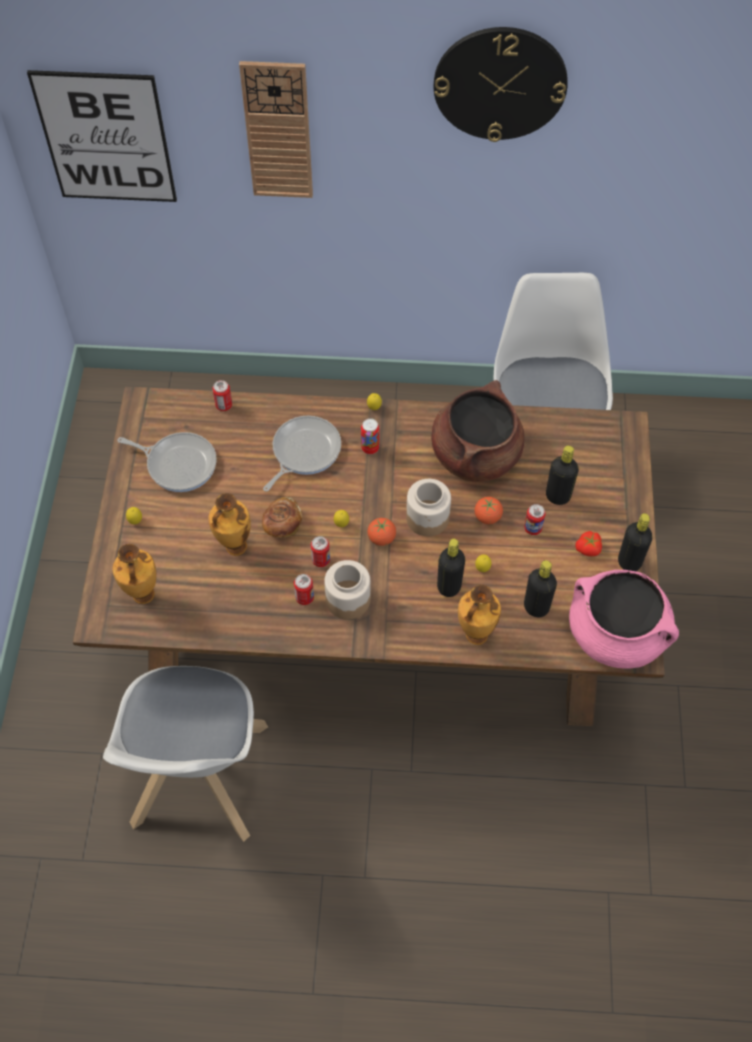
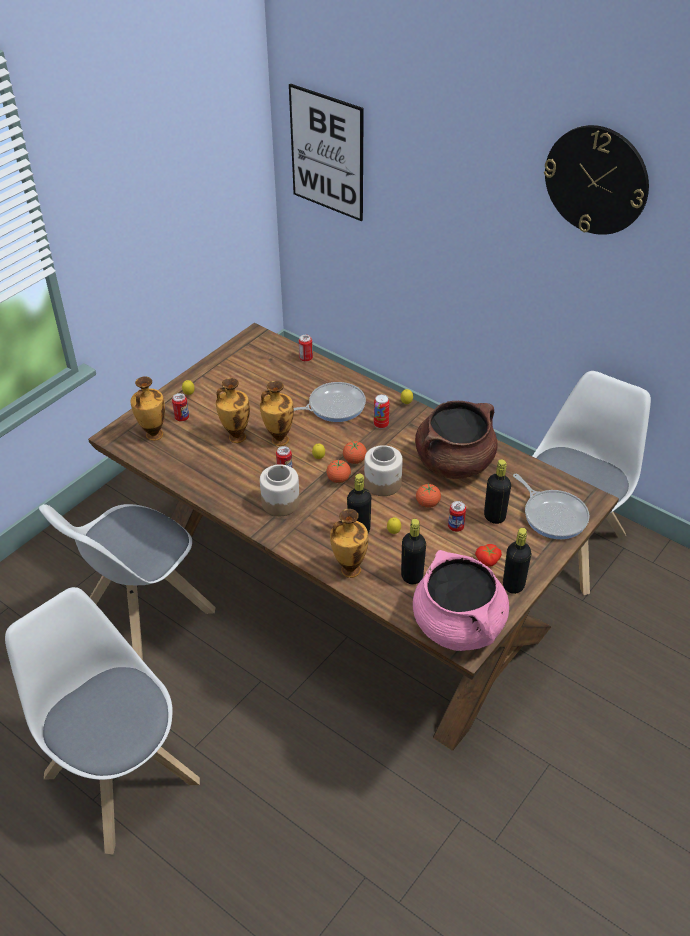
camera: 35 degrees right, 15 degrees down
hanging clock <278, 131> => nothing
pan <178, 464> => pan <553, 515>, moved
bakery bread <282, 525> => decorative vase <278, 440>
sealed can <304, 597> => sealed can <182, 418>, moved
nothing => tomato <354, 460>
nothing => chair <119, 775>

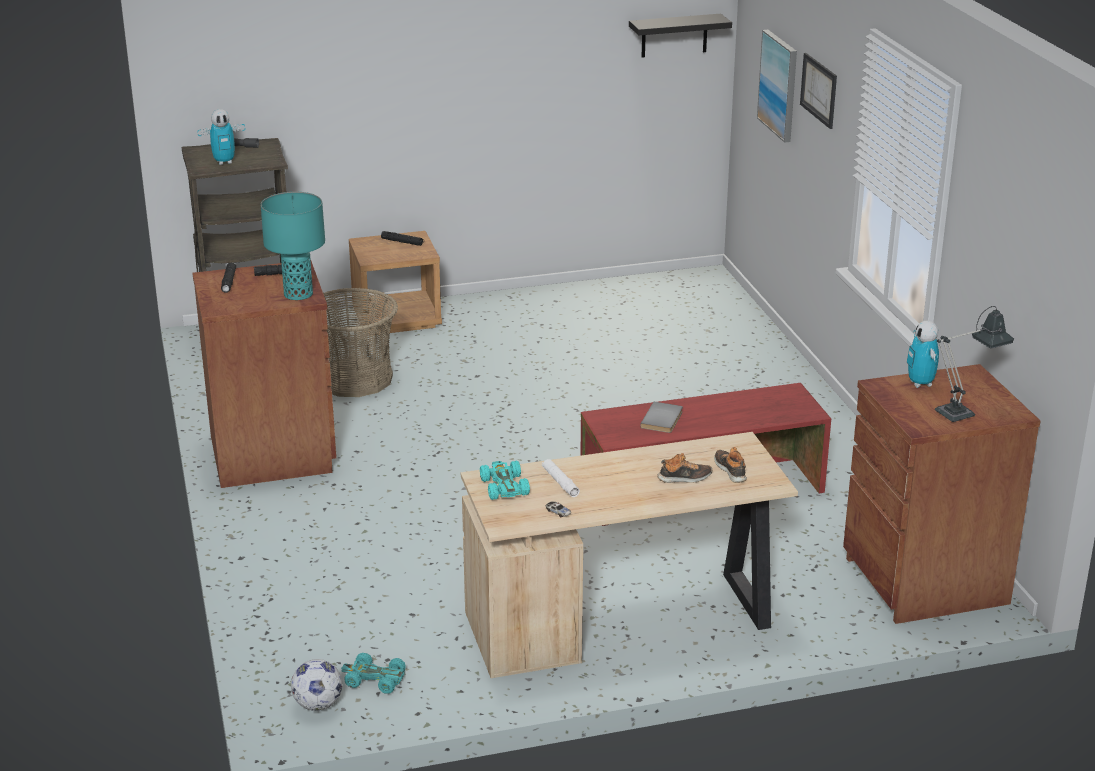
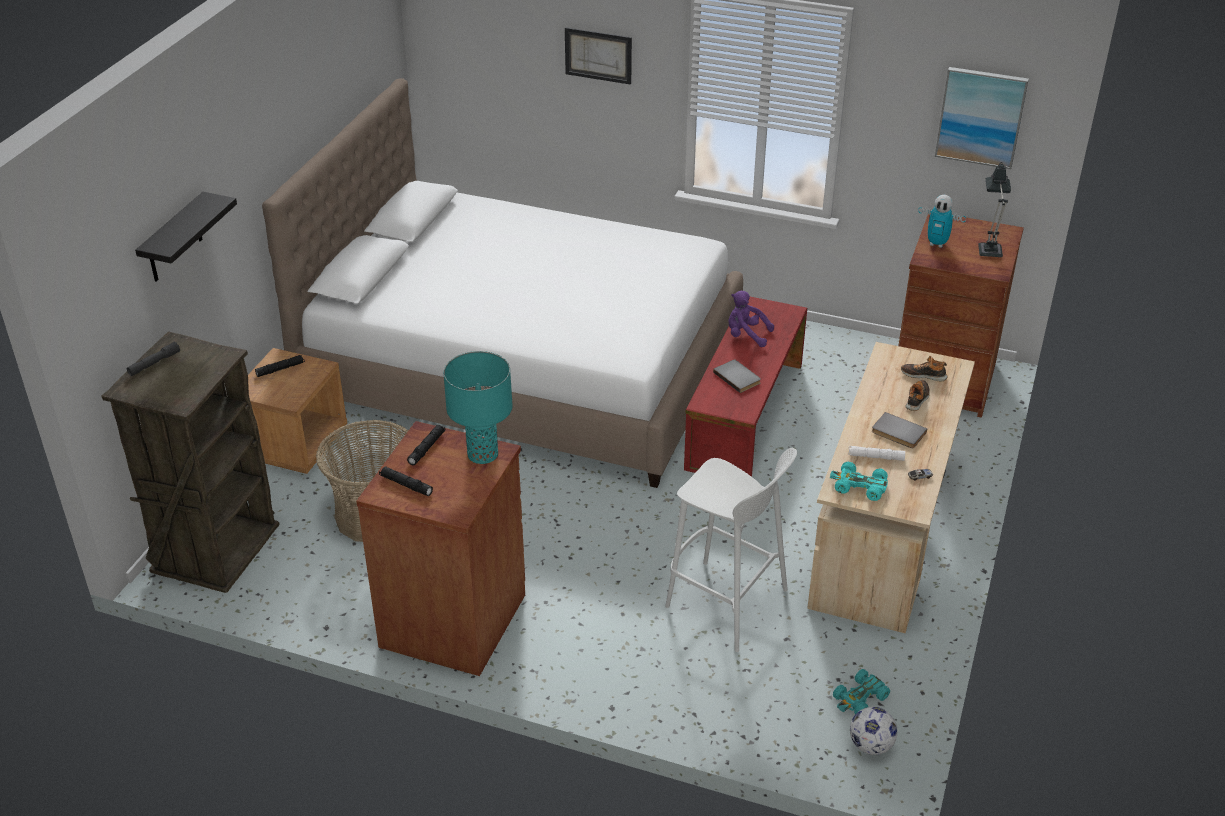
camera: 55 degrees left, 10 degrees up
black bracket shelf <674, 35> => black bracket shelf <174, 240>, moved
picture <779, 85> => picture <981, 117>, moved
toy robot <224, 162> => nothing
nothing => whitish sleeping bed <522, 366>
nothing => purple soft toy <746, 335>
nothing => grey bound book <898, 433>
nothing => whitish sitting stool <726, 603>

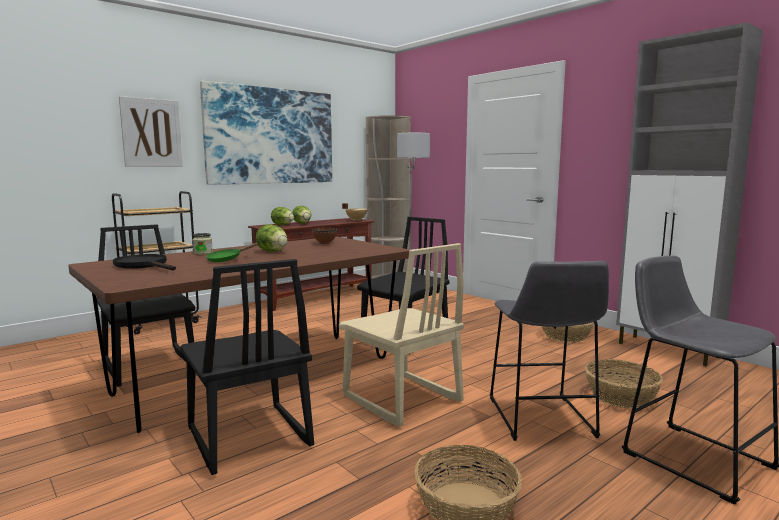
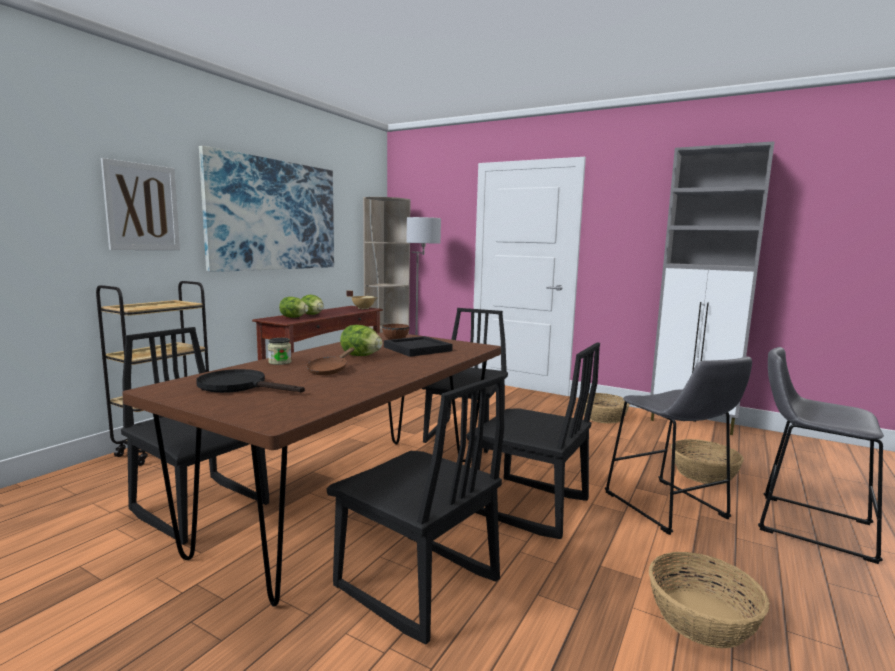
camera: 20 degrees left, 0 degrees up
green-coloured pan <227, 259> => brownish pan <329, 370>
beige chair <401, 400> => black chair <529, 507>
nothing => black carrying tray <417, 349>

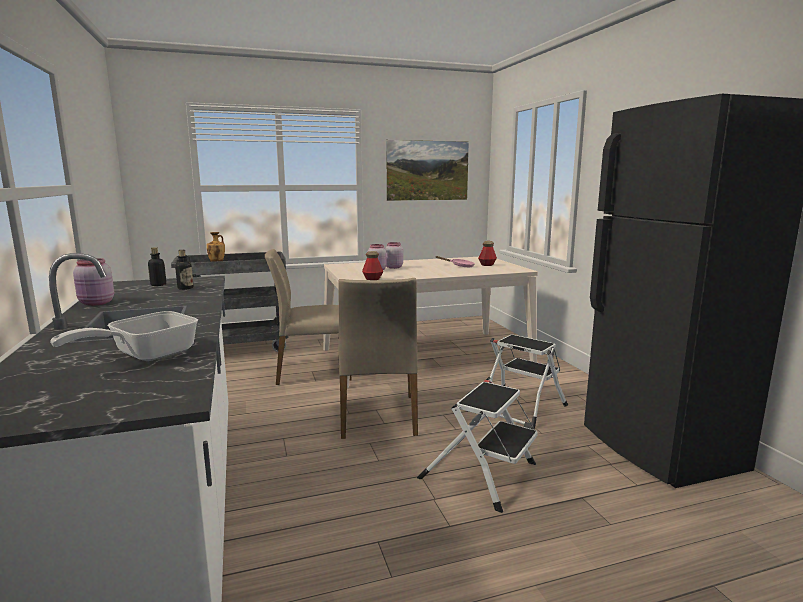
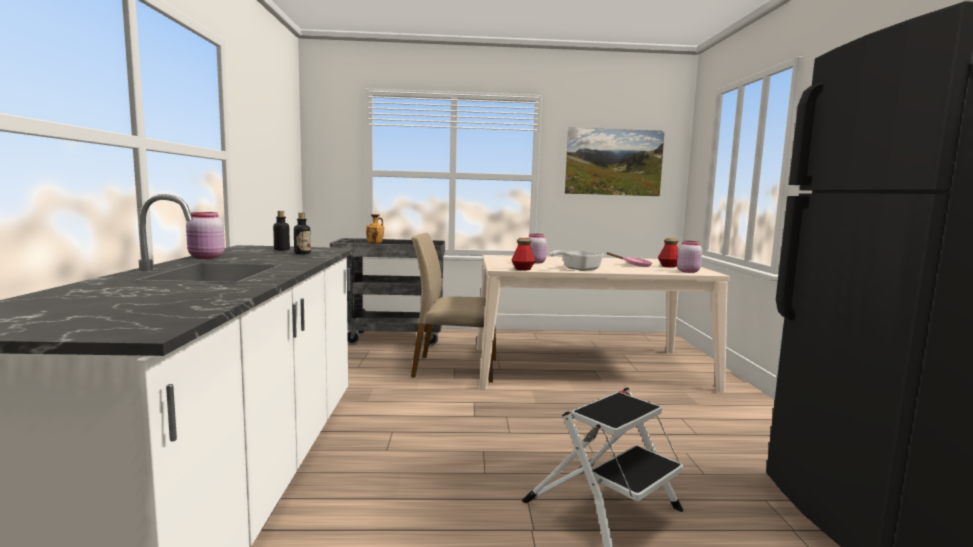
camera: 15 degrees right, 5 degrees down
pinkish jar <393, 267> => pinkish jar <687, 271>, moved
beige chair <378, 416> => nothing
pan <145, 355> => pan <577, 269>, moved
step stool <519, 406> => nothing

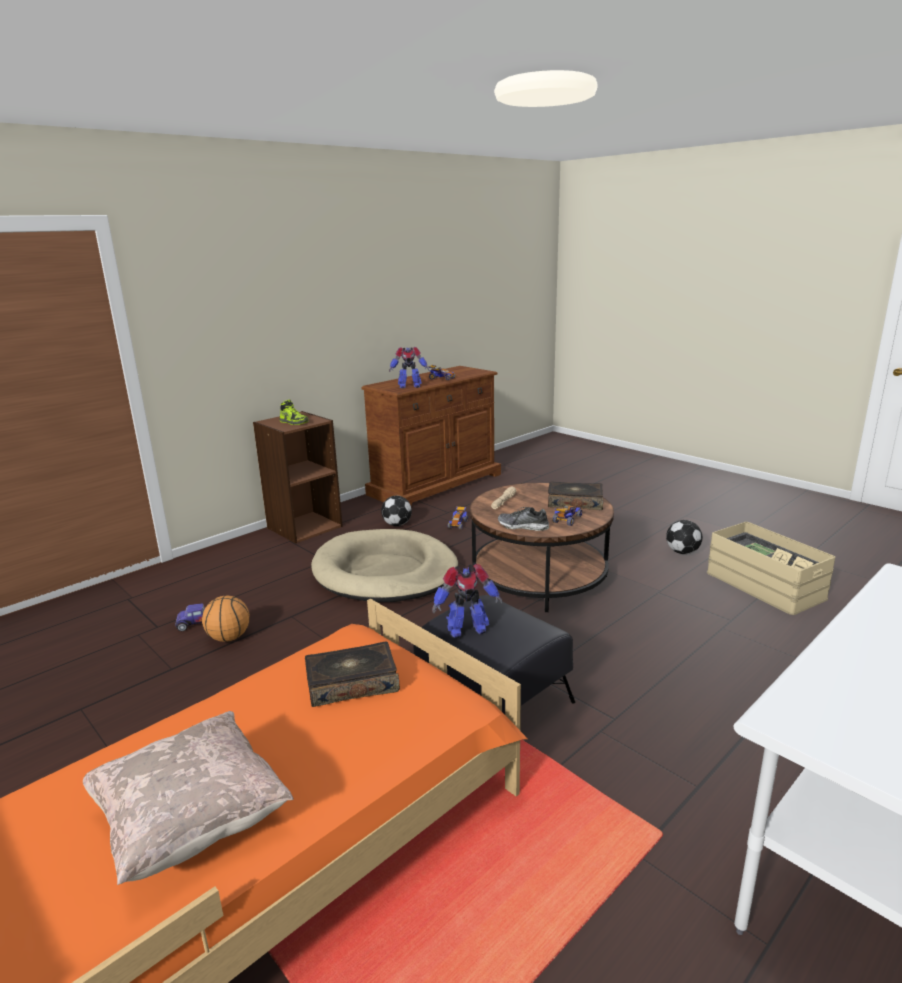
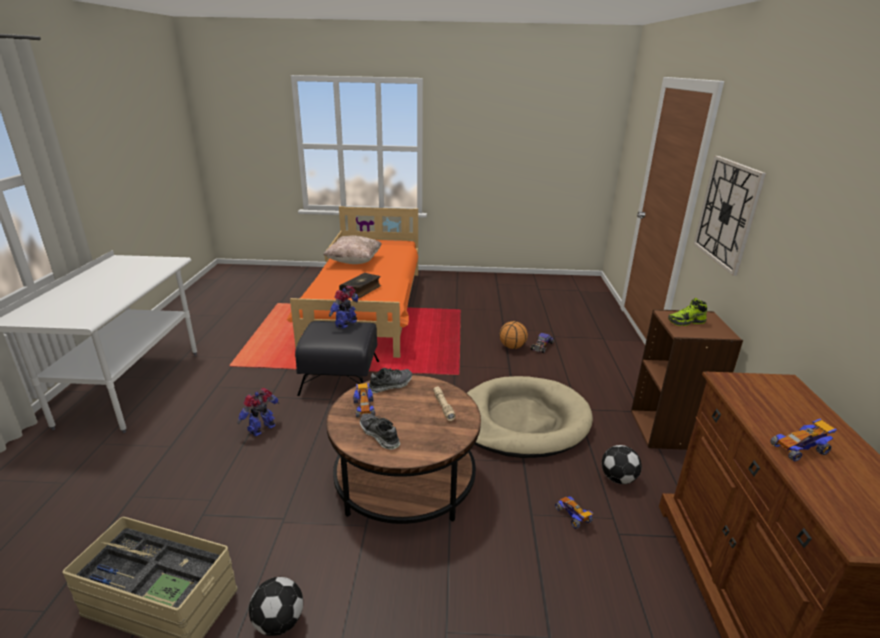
camera: 135 degrees right, 5 degrees up
toy robot <409, 386> => toy robot <263, 429>, moved
bound book <575, 503> => low shoe <379, 435>
nothing => hanging clock <727, 213>

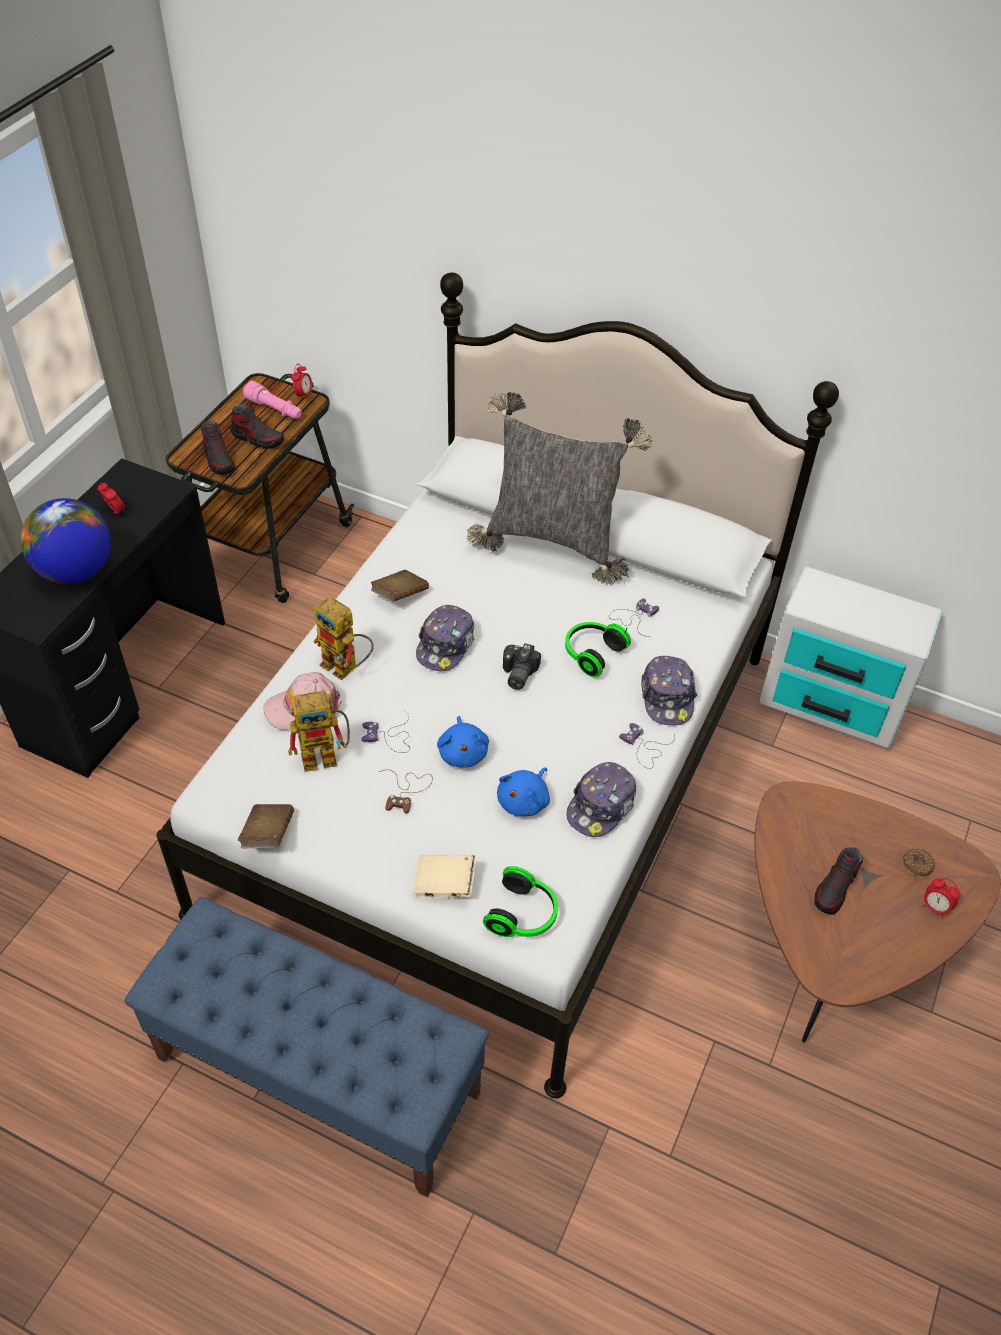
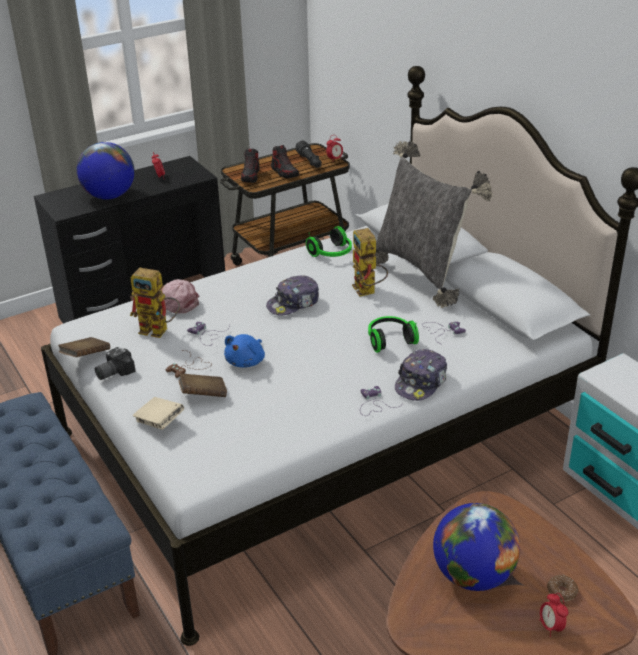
camera: 35 degrees right, 15 degrees down
pinkish flashlight <275, 409> => black flashlight <310, 161>
brownish bound book <400, 595> => brownish bound book <203, 395>, moved
toy robot <346, 668> => toy robot <368, 291>, moved
photo camera <517, 674> => photo camera <113, 372>, moved
peaked cap <601, 806> => nothing
blue-coloured soft toy <524, 801> => nothing
low shoe <835, 889> => world globe <473, 575>
headset <524, 915> => headset <332, 254>, moved

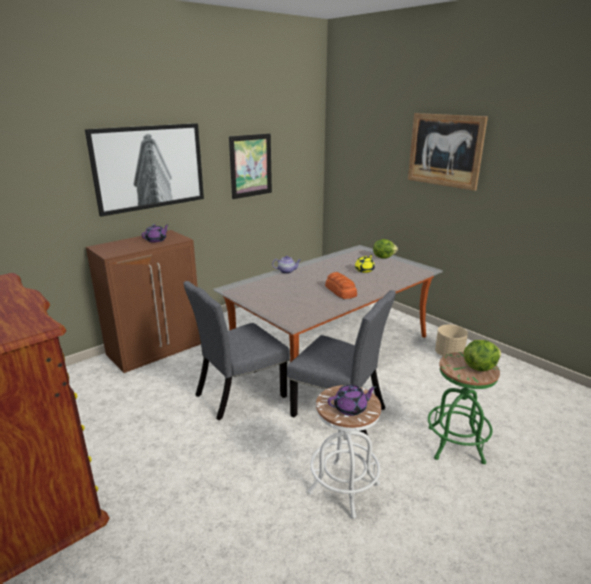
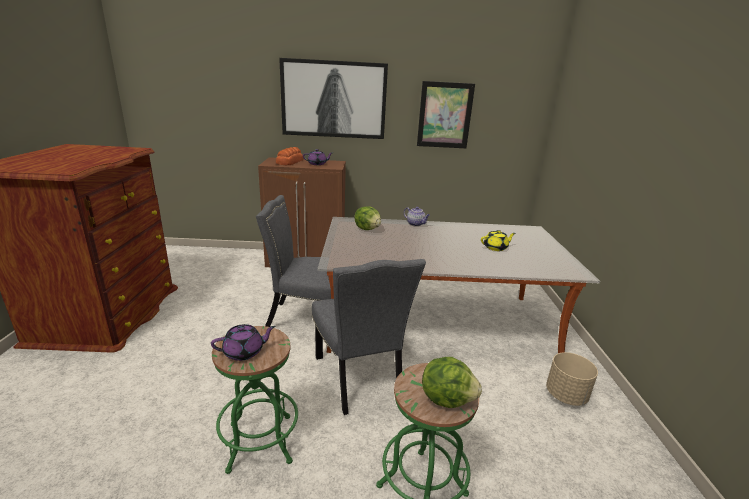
camera: 40 degrees right, 0 degrees up
picture <445, 150> => nothing
head of lettuce <383, 257> => head of lettuce <367, 229>, moved
bakery bread <340, 291> => bakery bread <289, 162>, moved
whitish sitting stool <343, 488> => green-coloured sitting stool <260, 442>
purple tea pot <351, 408> => purple tea pot <244, 352>, 45 degrees counterclockwise

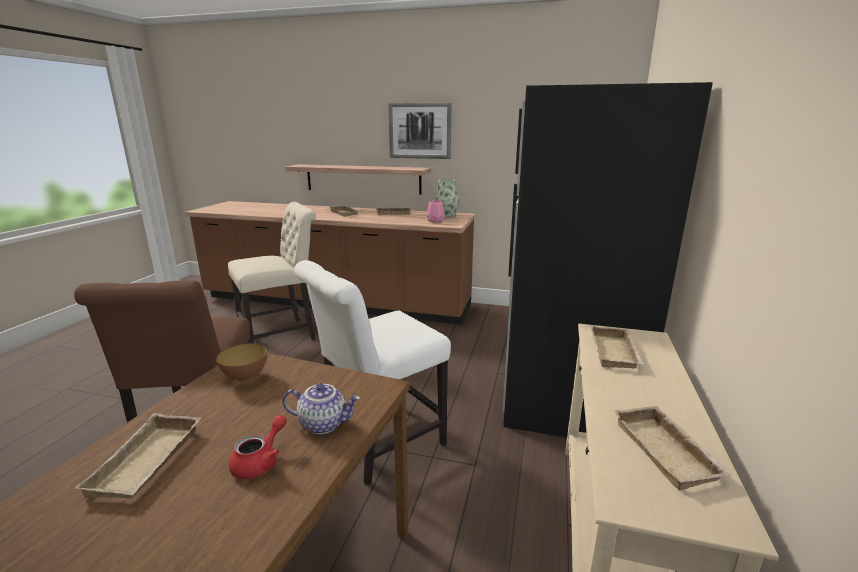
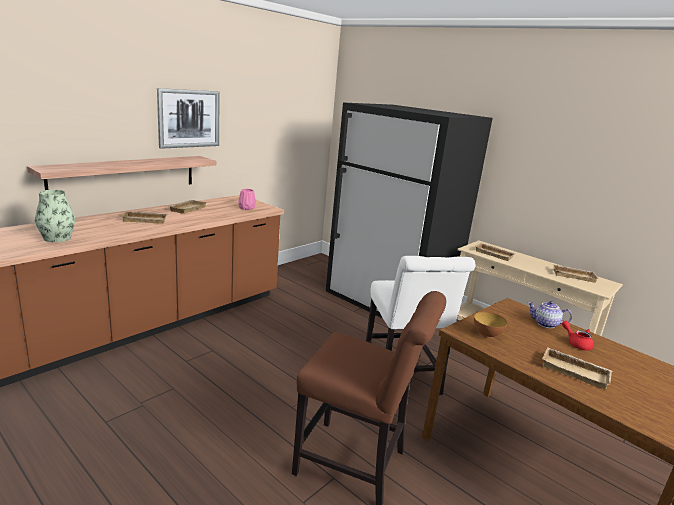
camera: 65 degrees left, 0 degrees up
decorative vase <446, 215> => decorative vase <57, 238>, moved
beige chair <282, 335> => nothing
tea pot <324, 423> => tea pot <545, 324>, 105 degrees counterclockwise

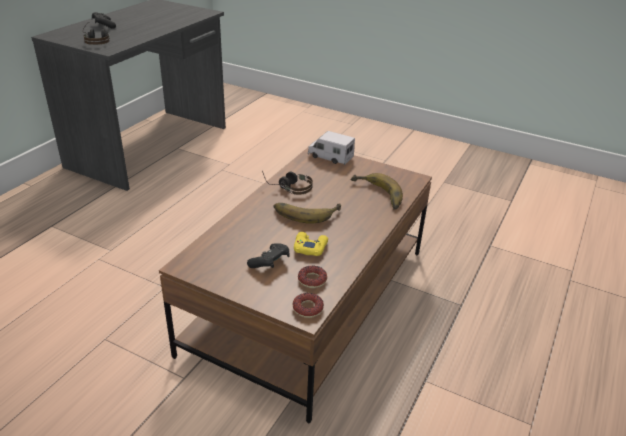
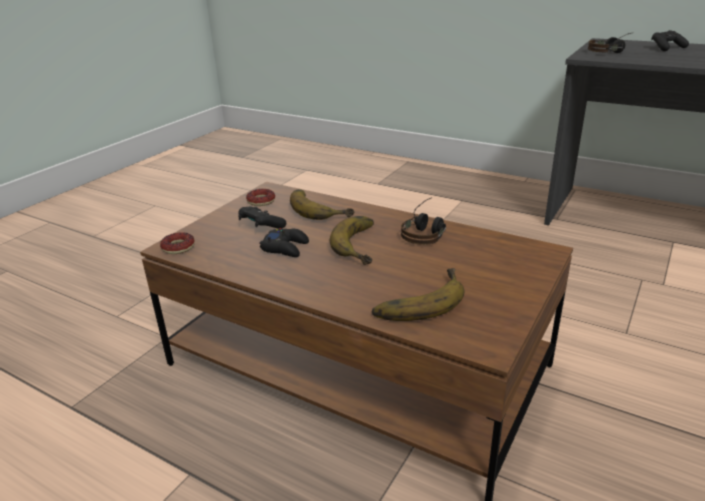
camera: 95 degrees right, 5 degrees down
toy lorry <330, 157> => nothing
yellow gamepad <310, 247> => black gamepad <285, 247>
doughnut <312, 280> => doughnut <261, 201>, moved
nothing => banana fruit <320, 208>

